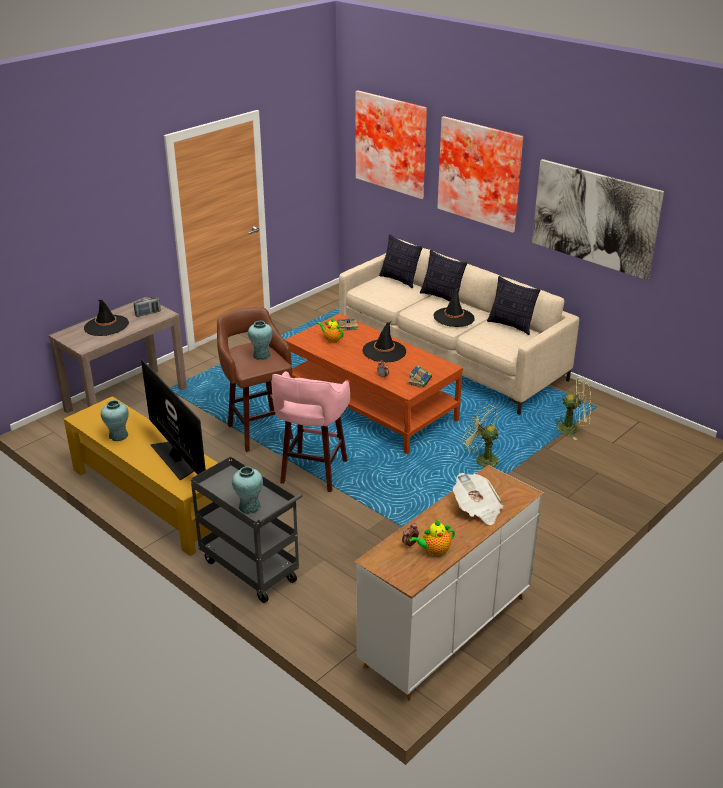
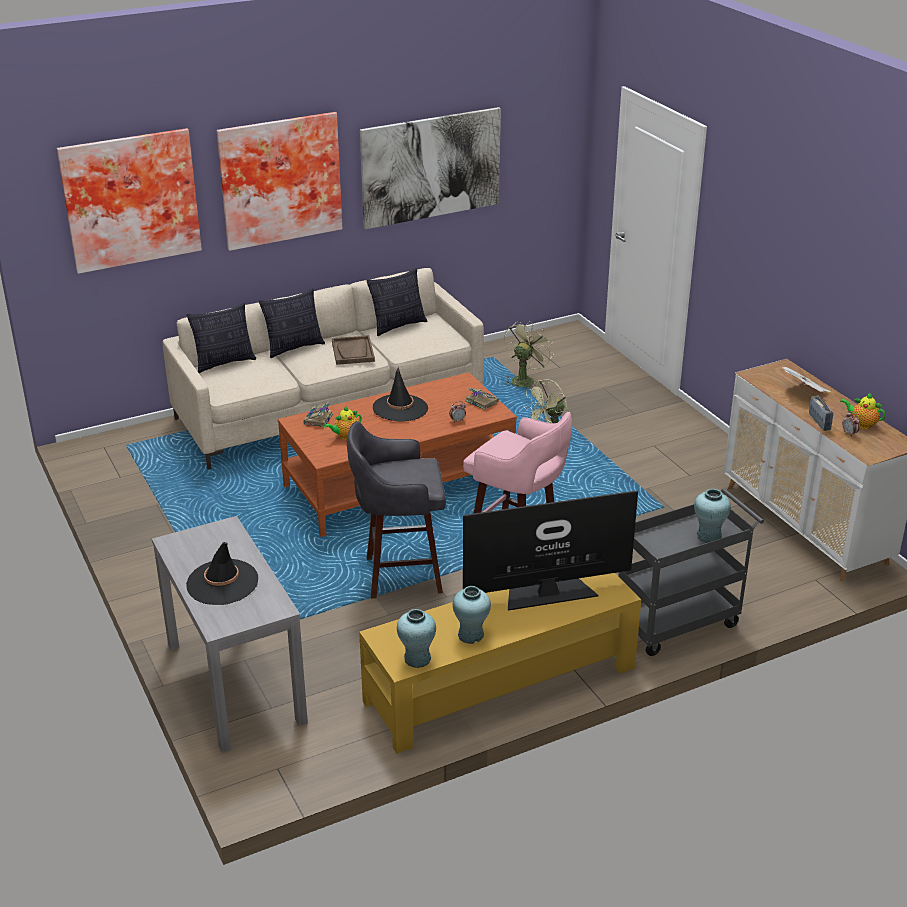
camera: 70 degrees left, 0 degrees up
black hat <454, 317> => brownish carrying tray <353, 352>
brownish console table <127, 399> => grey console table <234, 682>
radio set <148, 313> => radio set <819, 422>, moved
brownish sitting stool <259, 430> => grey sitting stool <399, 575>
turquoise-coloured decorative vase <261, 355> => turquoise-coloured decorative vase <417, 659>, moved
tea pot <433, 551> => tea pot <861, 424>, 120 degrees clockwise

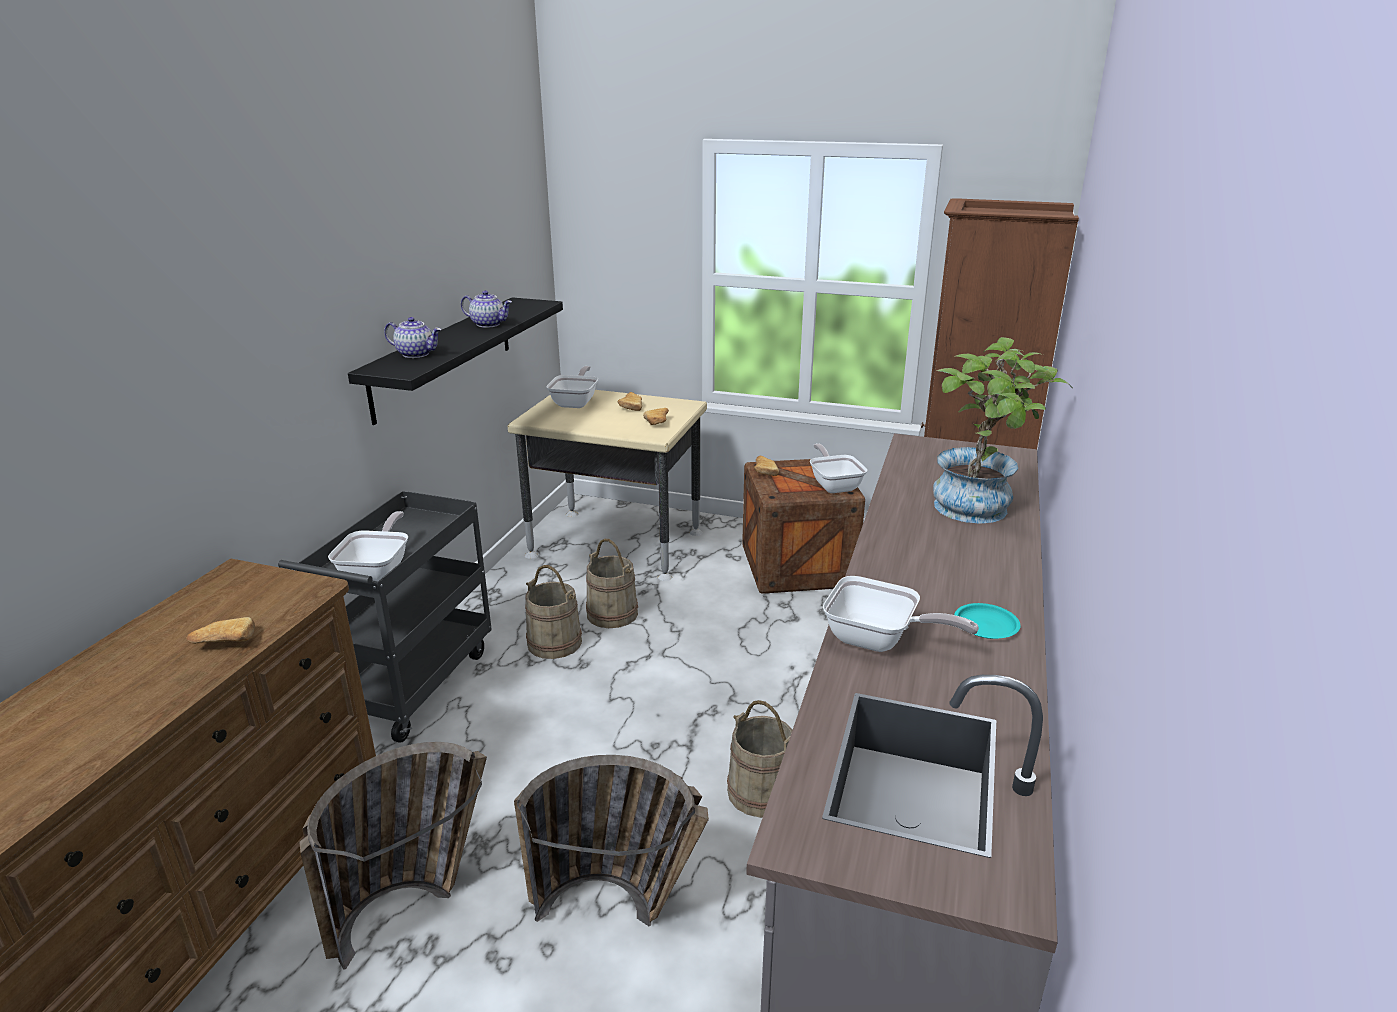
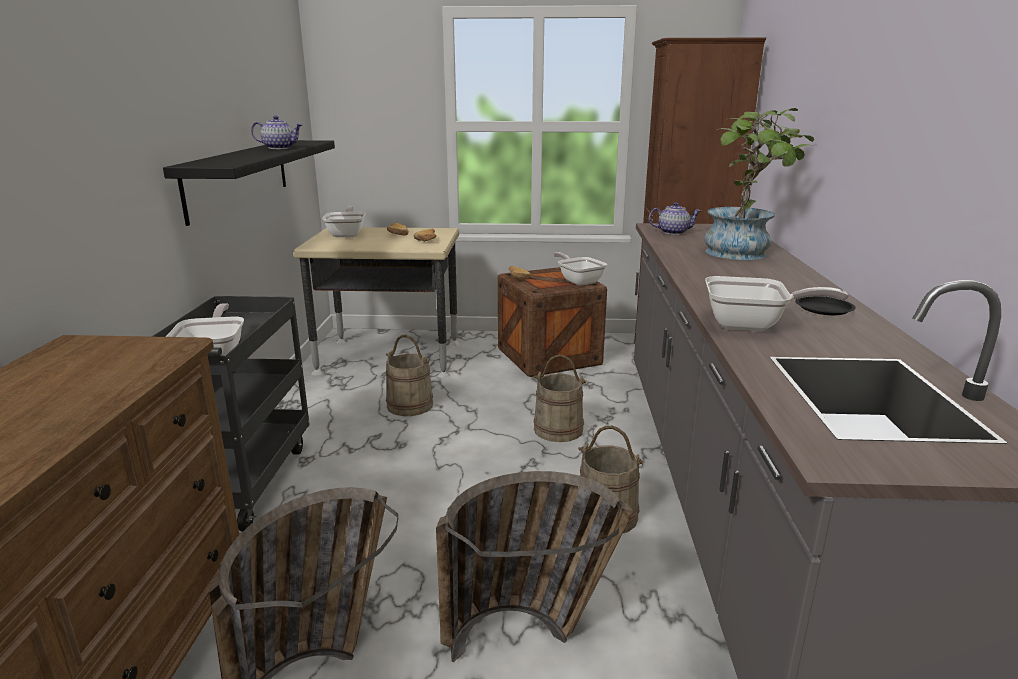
camera: 15 degrees left, 5 degrees down
tea pot <416, 354> => tea pot <673, 232>, moved
beige bucket <555, 642> => beige bucket <558, 429>, moved
turquoise-coloured plate <986, 625> => black plate <824, 309>
bakery bread <224, 643> => nothing

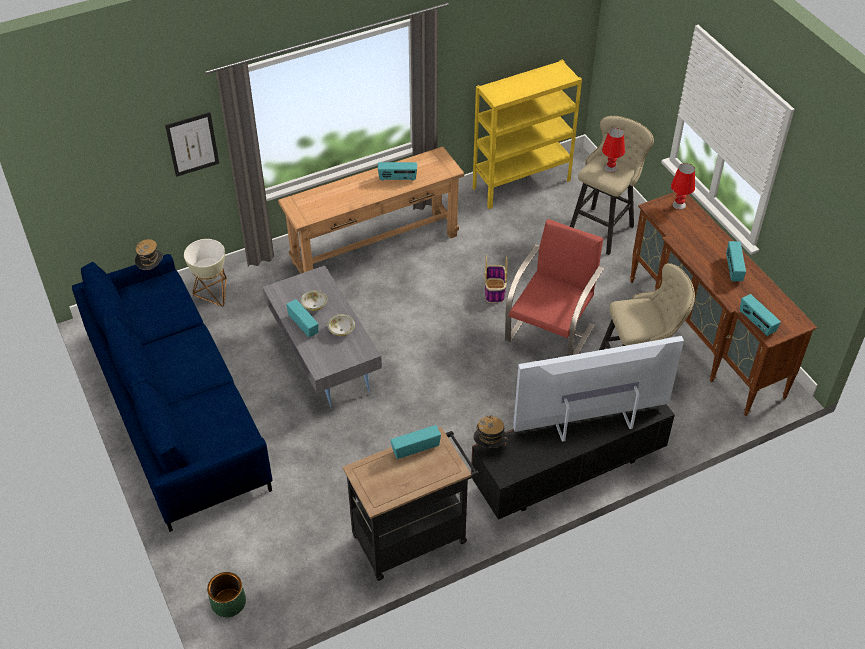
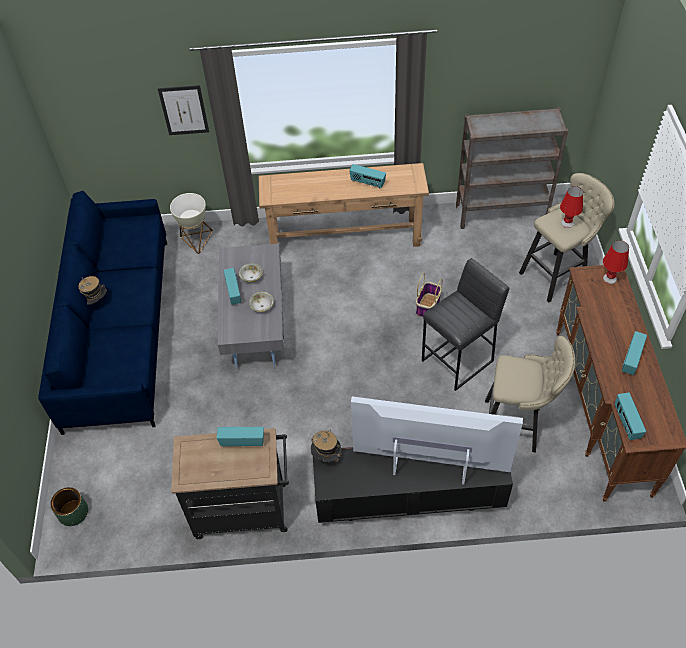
camera: 25 degrees right, 5 degrees up
yellow bookshelf <521, 184> => grey bookshelf <501, 213>
red armchair <550, 332> => grey sitting stool <458, 360>
hat <152, 270> => hat <96, 302>, moved

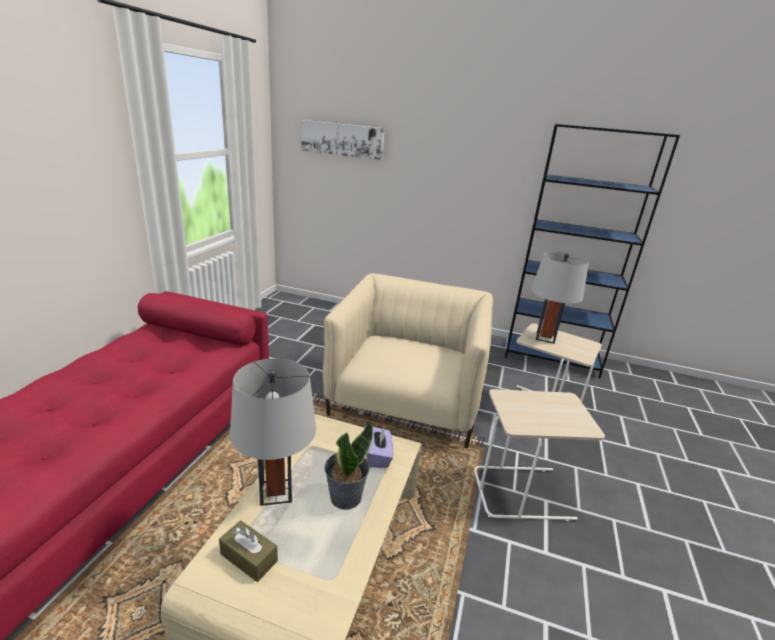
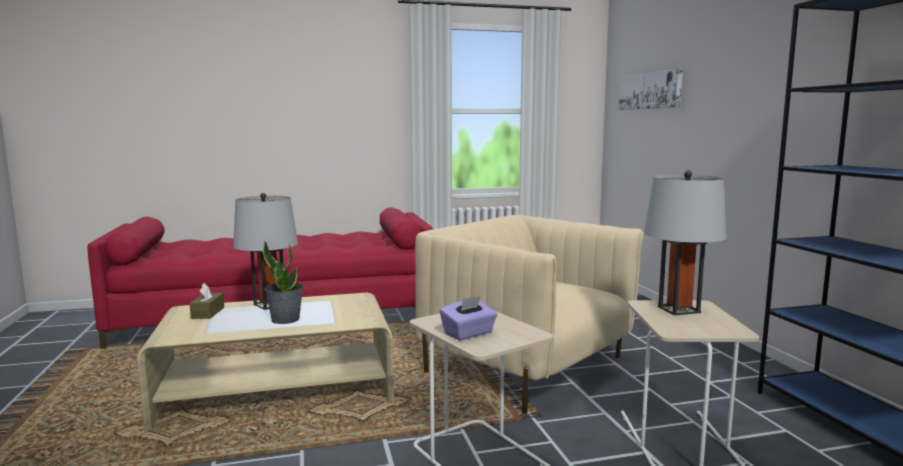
camera: 60 degrees right, 15 degrees down
beige armchair <405, 404> => beige armchair <527, 366>, 120 degrees counterclockwise
purple tissue holder <377, 456> => purple tissue holder <468, 334>, moved

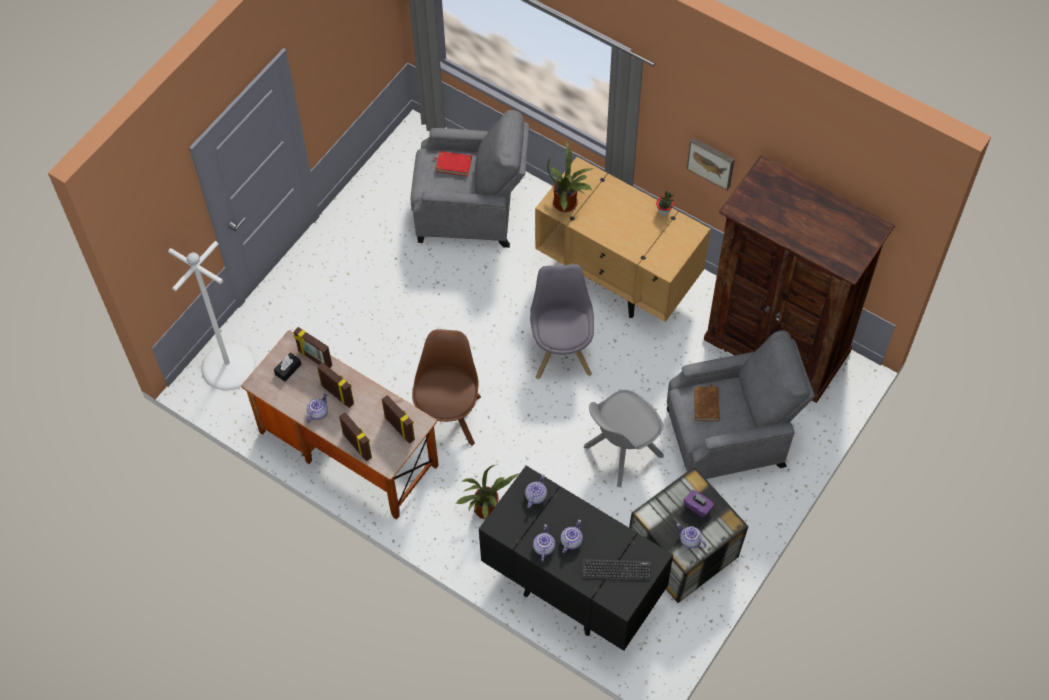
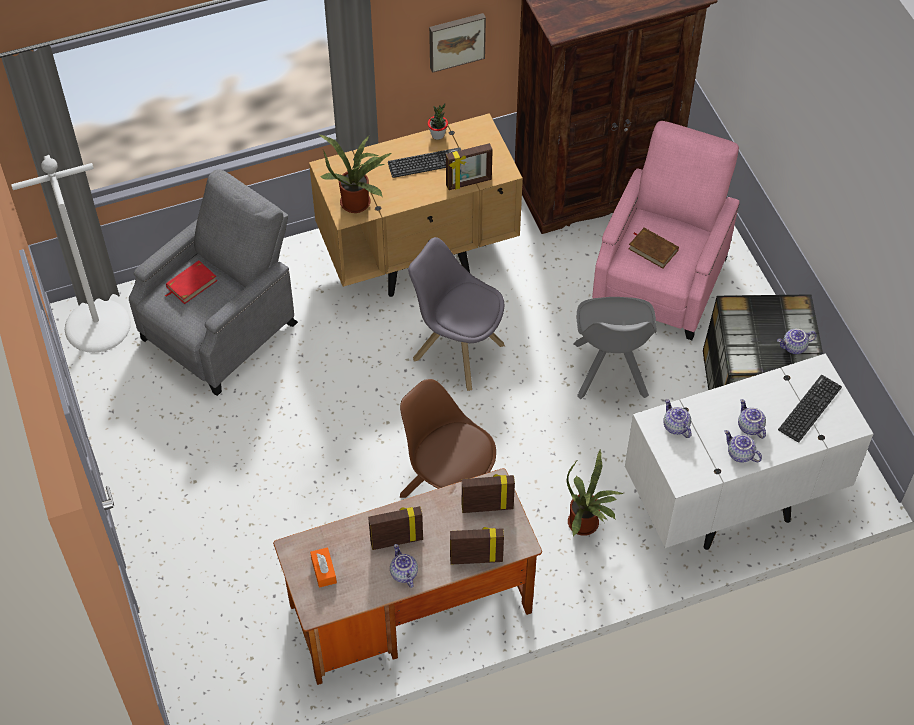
camera: 55 degrees left, 5 degrees down
whitish garment rack <228, 366> => whitish garment rack <97, 325>, moved
photo frame <315, 359> => photo frame <469, 183>, moved
grey armchair <730, 437> => pinkish armchair <662, 277>
black tissue holder <288, 369> => orange tissue holder <323, 570>
black drawer chest <572, 590> => whitish drawer chest <730, 504>
purple tissue holder <698, 507> => nothing
nothing => computer keyboard <426, 163>

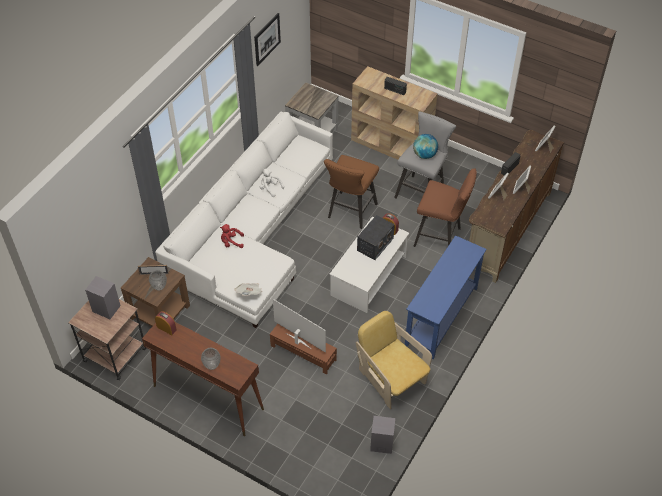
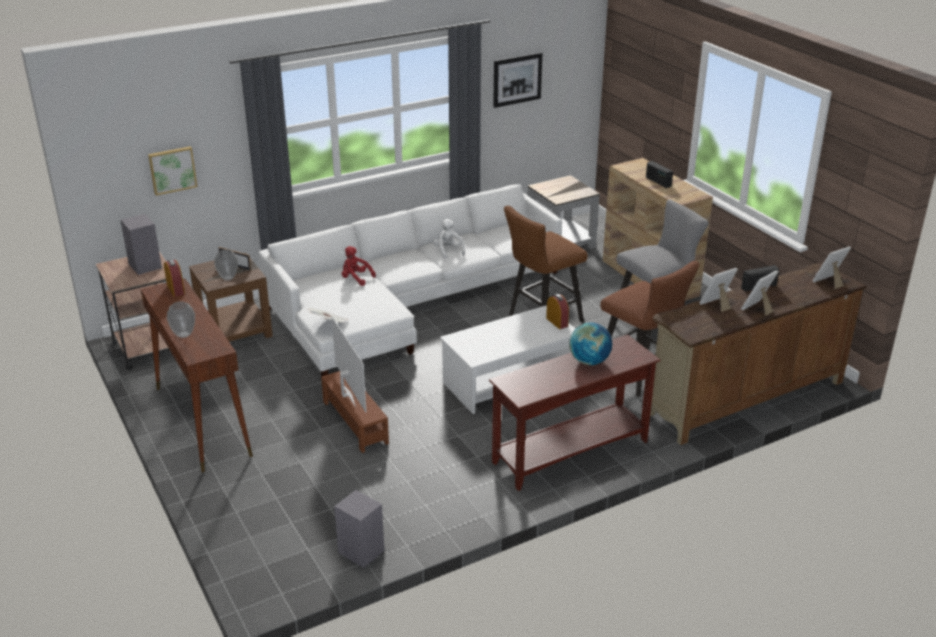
camera: 30 degrees right, 20 degrees down
world globe <424, 155> => world globe <589, 361>, moved
radio set <375, 244> => nothing
blue-coloured console table <441, 317> => brownish console table <570, 452>
yellow armchair <391, 379> => nothing
nothing => picture <172, 170>

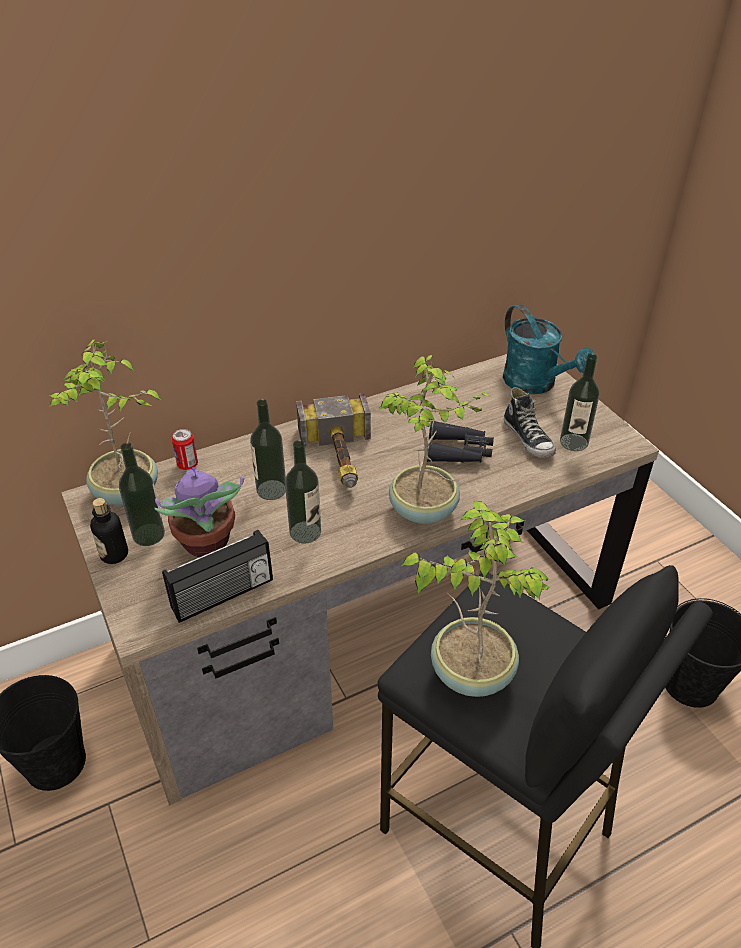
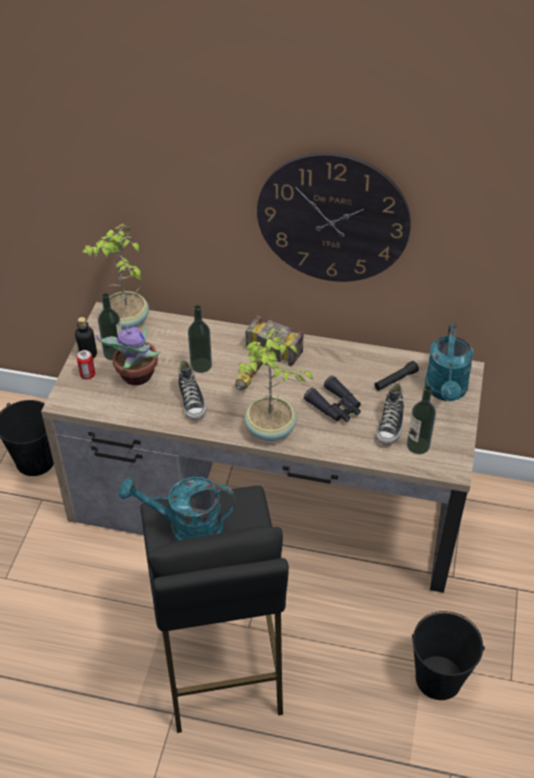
camera: 40 degrees right, 5 degrees up
sealed can <187, 465> => sealed can <87, 375>, moved
bottle <305, 532> => low shoe <192, 401>
plant in a pot <471, 670> => turquoise-coloured watering can <186, 528>
radio set <223, 596> => nothing
nothing => hanging clock <333, 218>
nothing => black flashlight <395, 380>

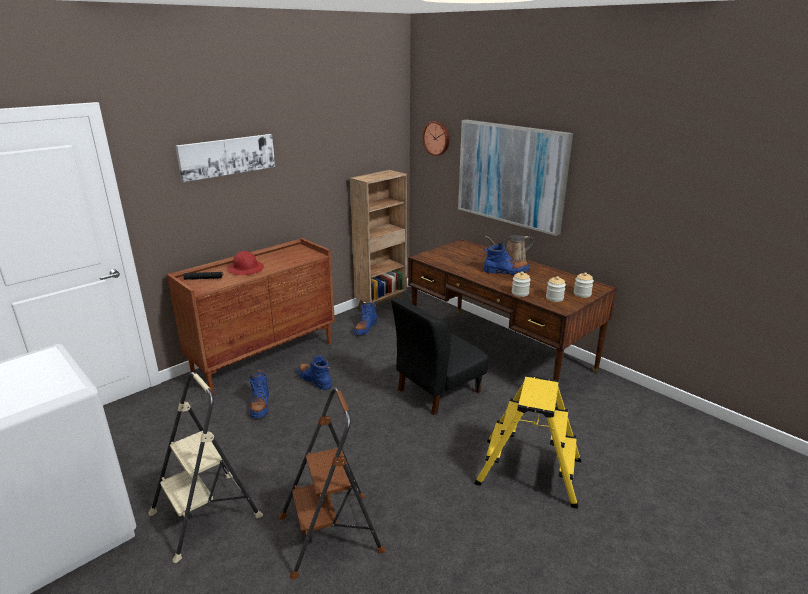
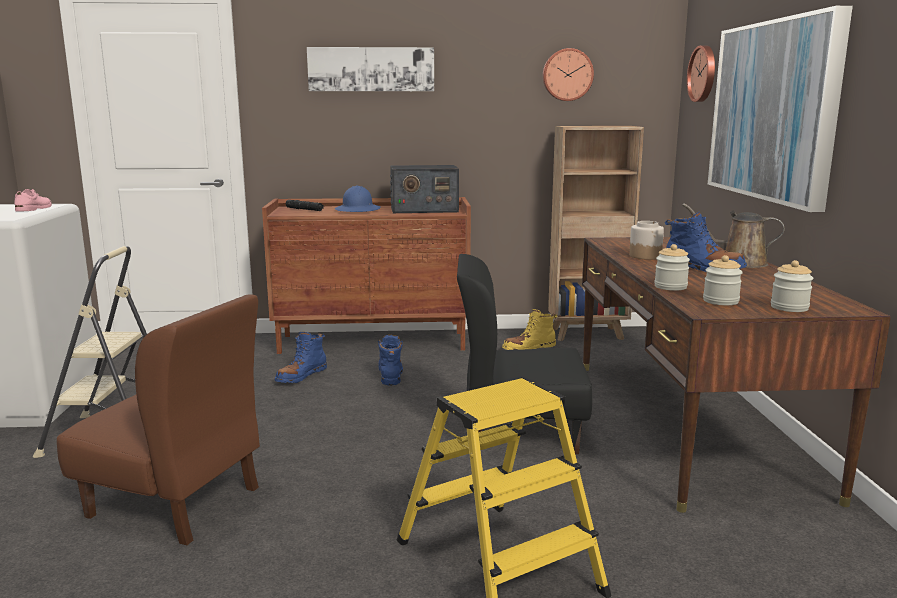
camera: 40 degrees right, 10 degrees down
red hard hat <246, 269> => blue-coloured hard hat <358, 210>
blue-coloured tall boot <365, 328> => yellow tall boot <529, 348>
brownish step stool <333, 532> => brownish chair <175, 502>
nothing => hanging clock <567, 75>
nothing => radio set <423, 209>
nothing => pinkish low shoe <34, 208>
nothing => jar <645, 256>

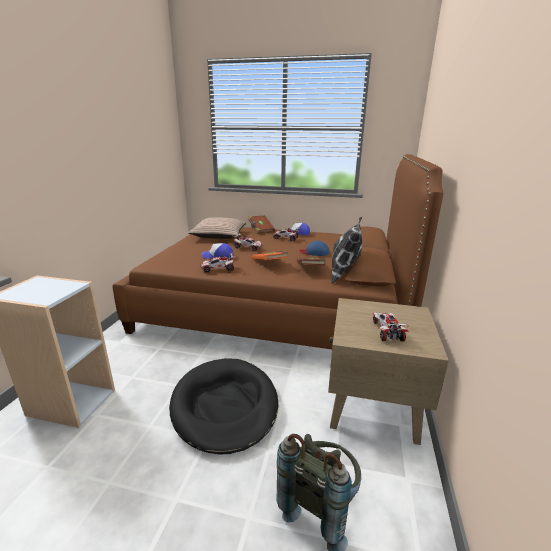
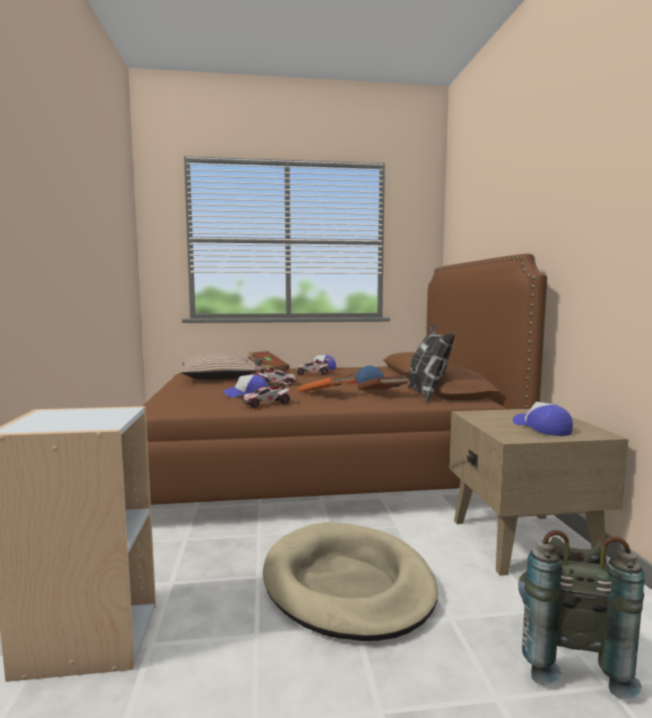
camera: 20 degrees left, 15 degrees down
miniature car <386, 331> => peaked cap <541, 428>
black pet bed <225, 406> => beige pet bed <348, 584>

